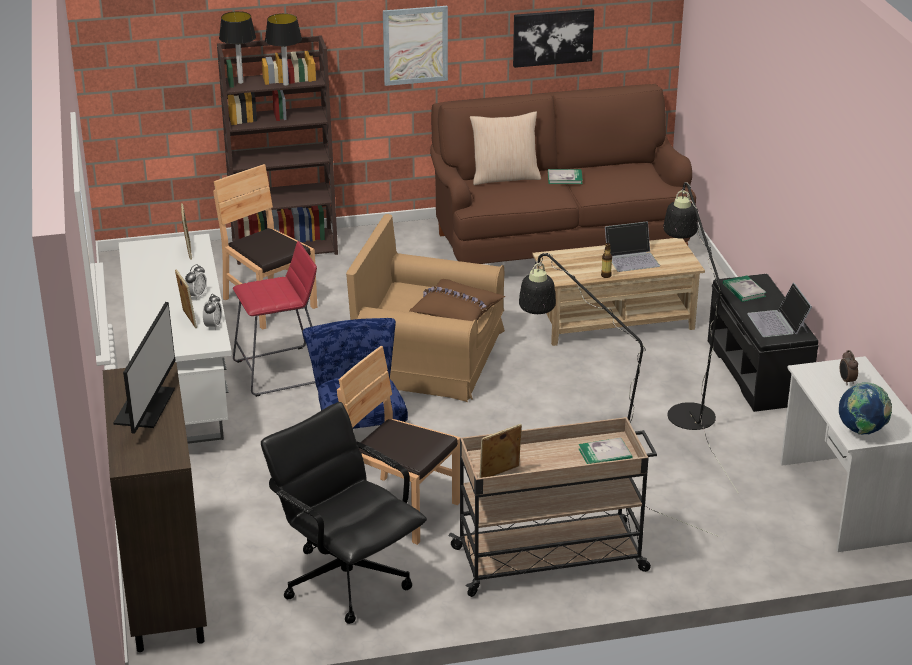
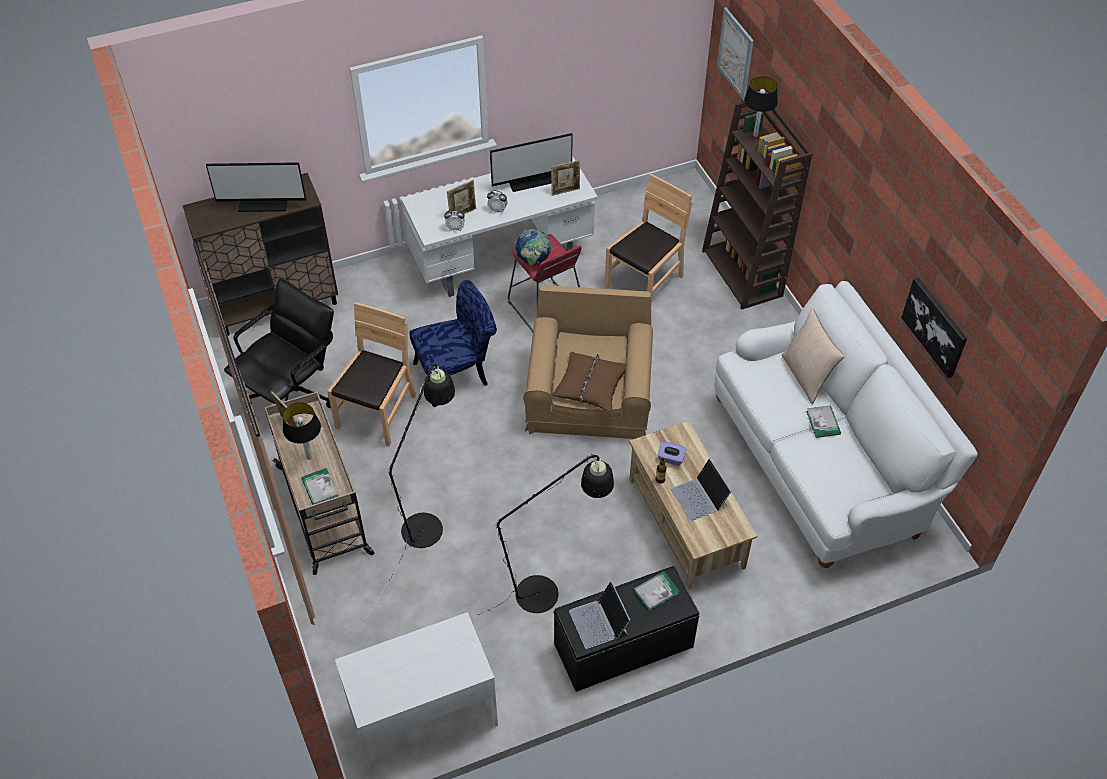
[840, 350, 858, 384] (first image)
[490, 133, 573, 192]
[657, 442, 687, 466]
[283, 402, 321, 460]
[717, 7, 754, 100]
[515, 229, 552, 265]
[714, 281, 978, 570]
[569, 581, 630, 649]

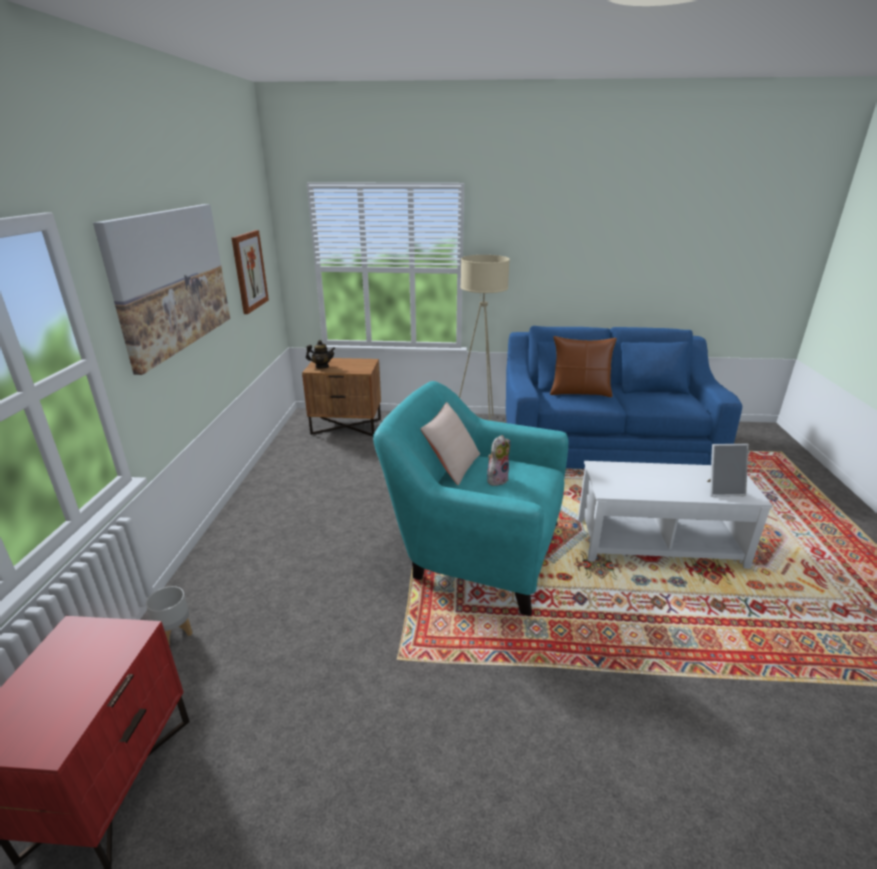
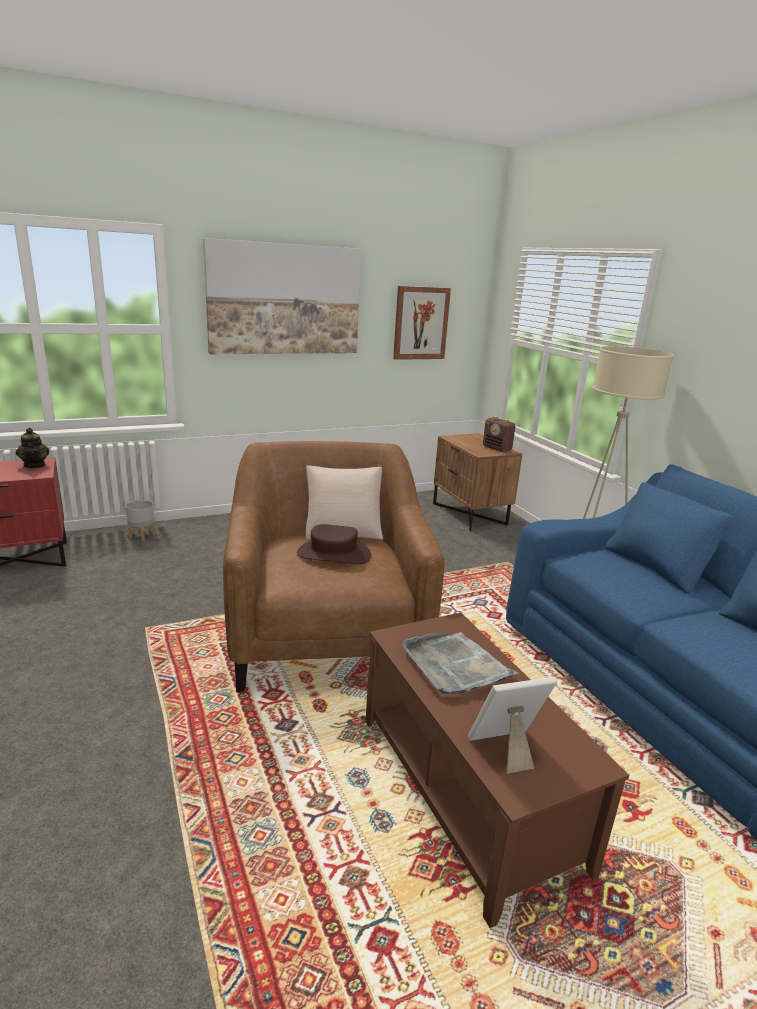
[550, 336, 617, 397] (first image)
[402, 632, 519, 694]
[483, 416, 515, 452]
[16, 428, 49, 468]
[297, 524, 371, 564]
[223, 441, 444, 692]
[366, 613, 629, 928]
[468, 677, 557, 774]

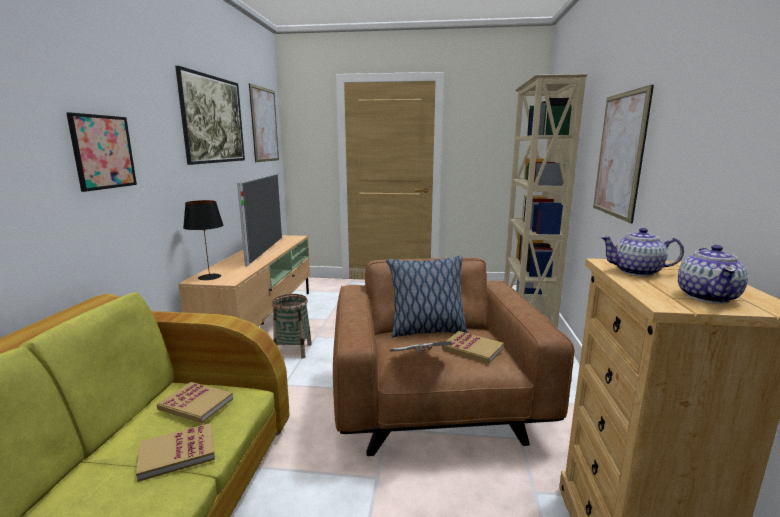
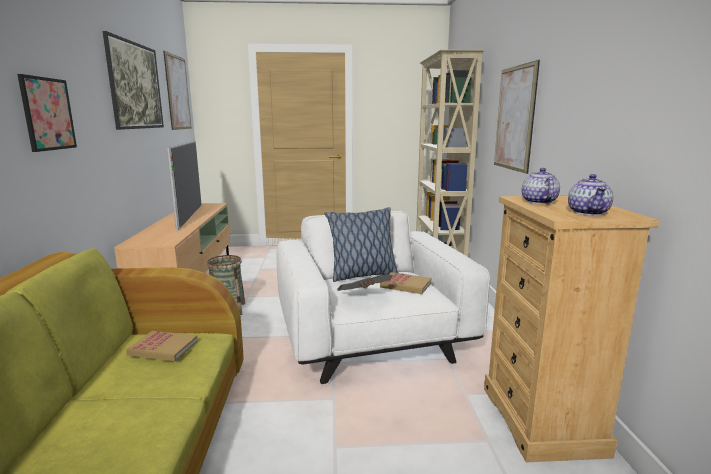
[136, 423, 215, 482] (first image)
[183, 200, 224, 280] (first image)
[277, 211, 490, 384]
[522, 168, 560, 204]

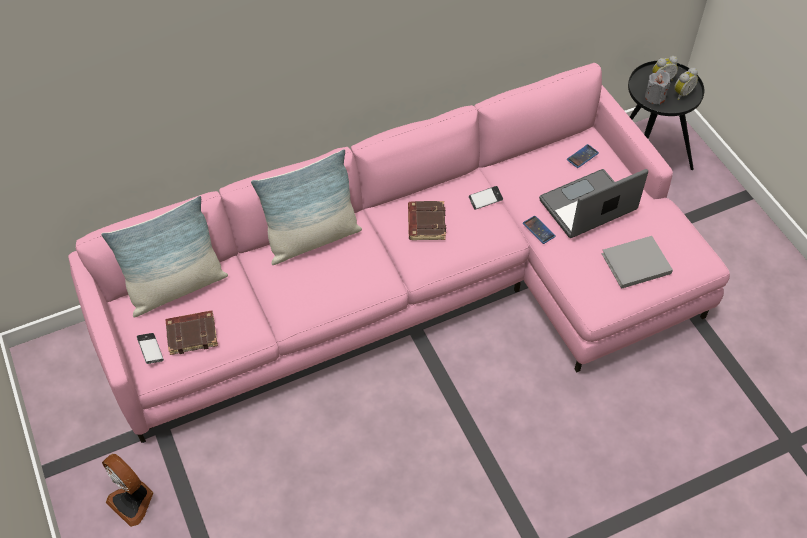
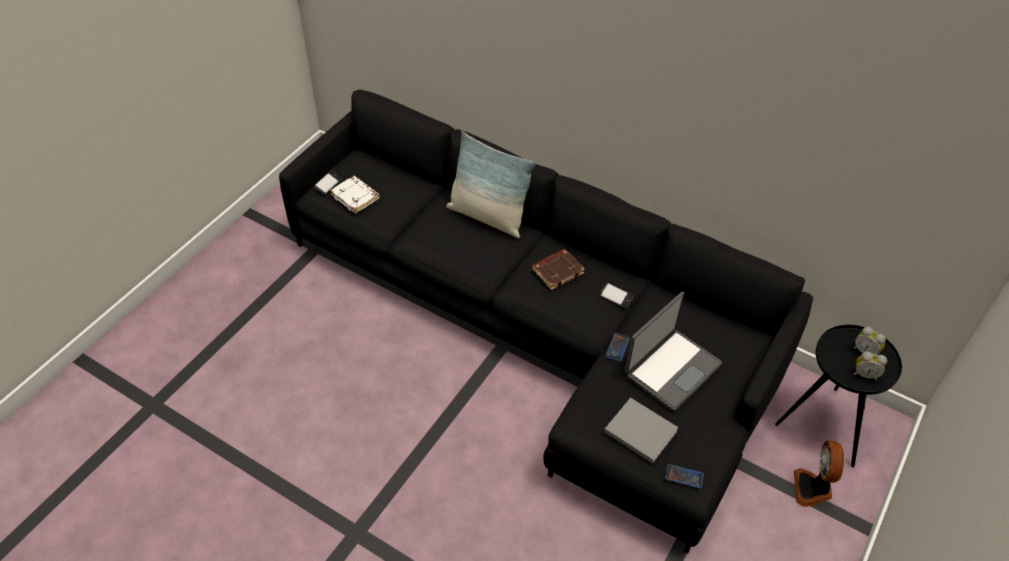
[101, 196, 228, 317] (first image)
[645, 70, 670, 104] (first image)
[794, 441, 844, 507]
[665, 464, 704, 489]
[279, 90, 813, 553]
[330, 176, 379, 214]
[625, 292, 722, 411]

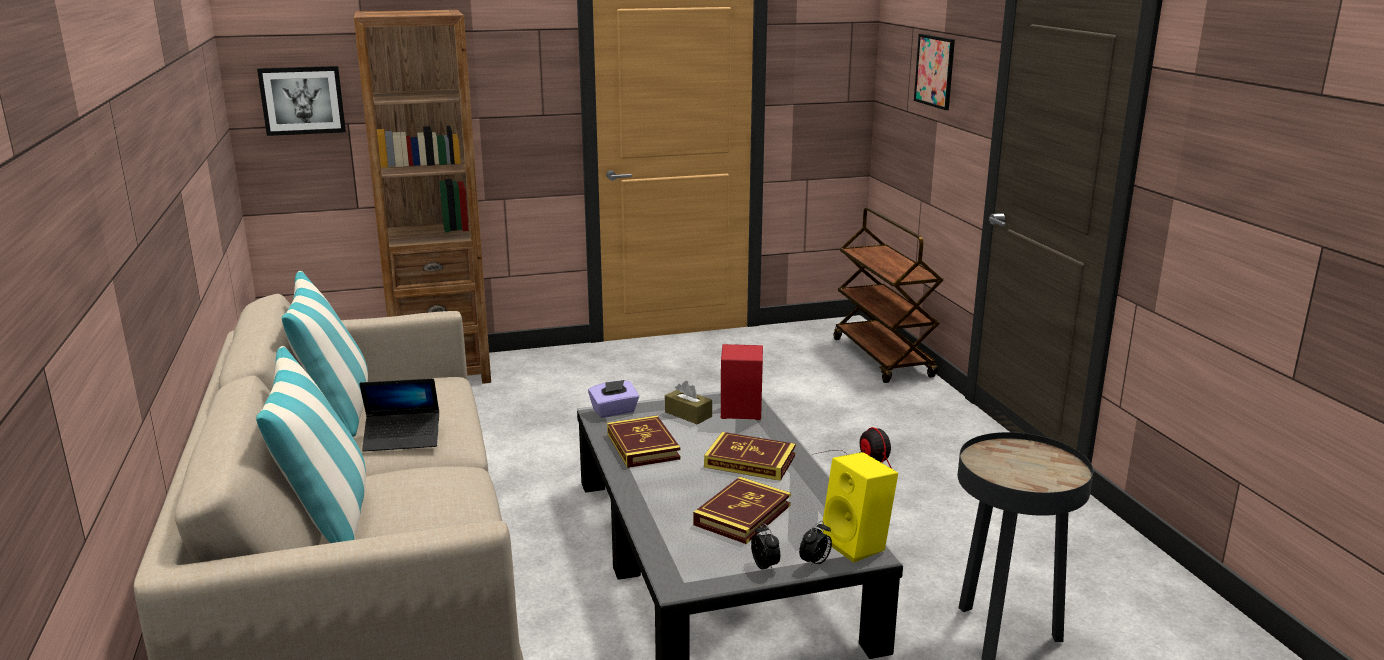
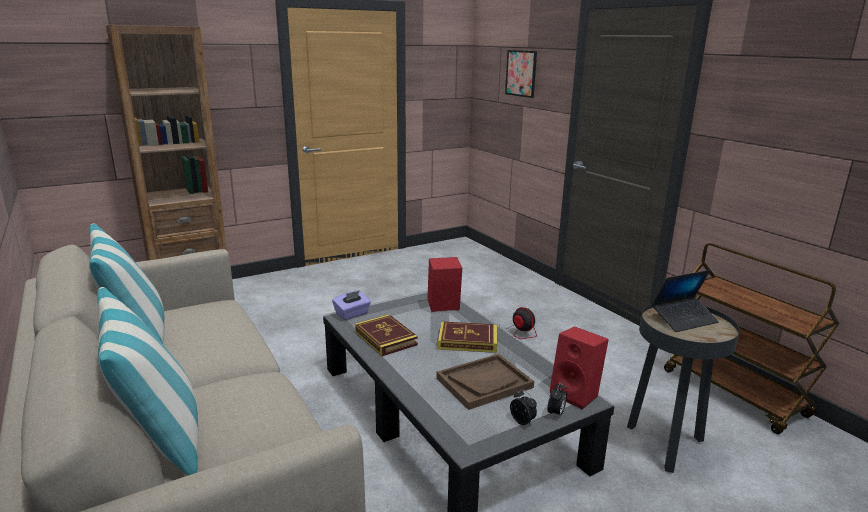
[257, 66, 346, 136] (first image)
[665, 381, 712, 424] (first image)
[652, 270, 719, 332]
[664, 243, 840, 434]
[436, 354, 534, 410]
[550, 326, 609, 409]

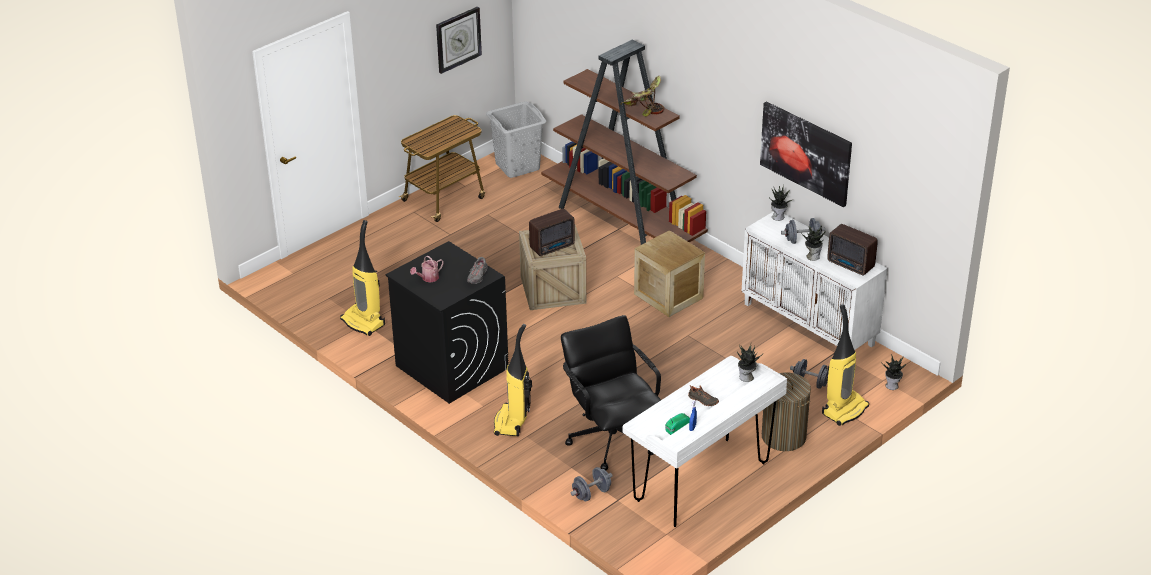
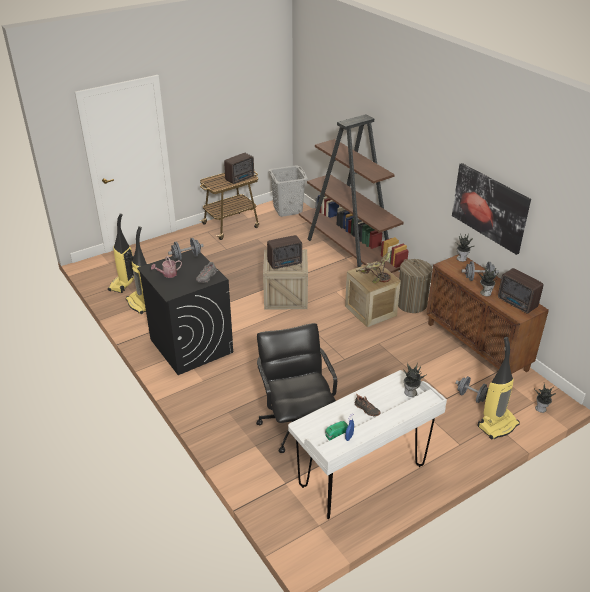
[436, 7, 482, 74] (first image)
[224, 153, 254, 184]
[108, 213, 134, 293]
[168, 238, 204, 261]
[356, 252, 391, 284]
[398, 259, 432, 313]
[427, 254, 549, 374]

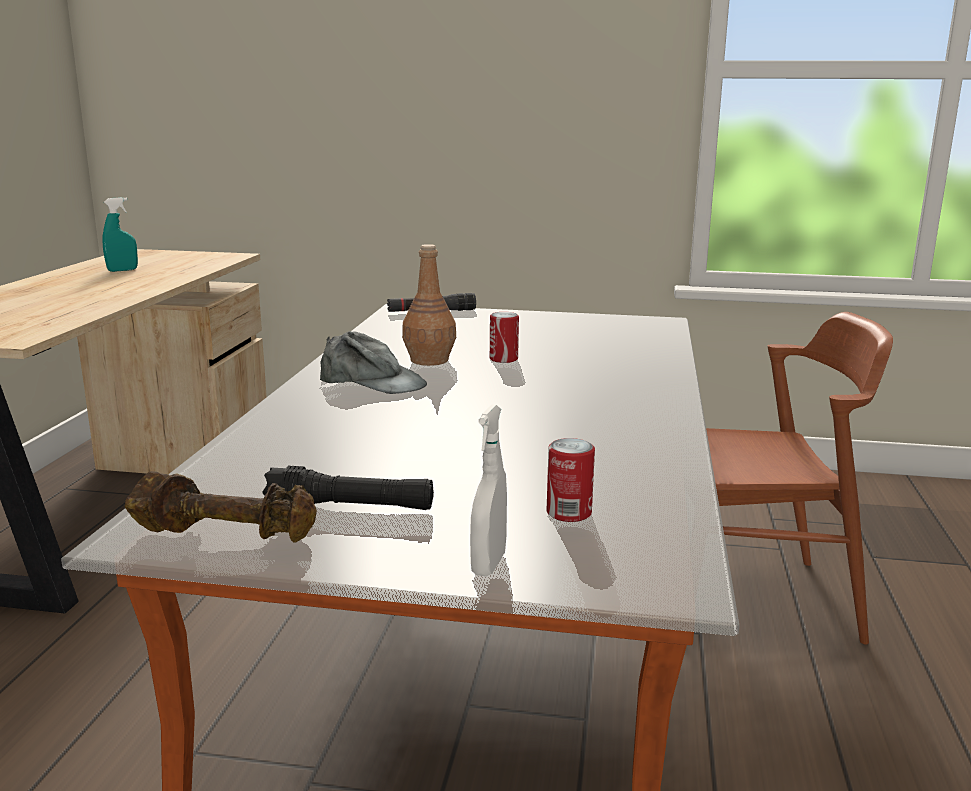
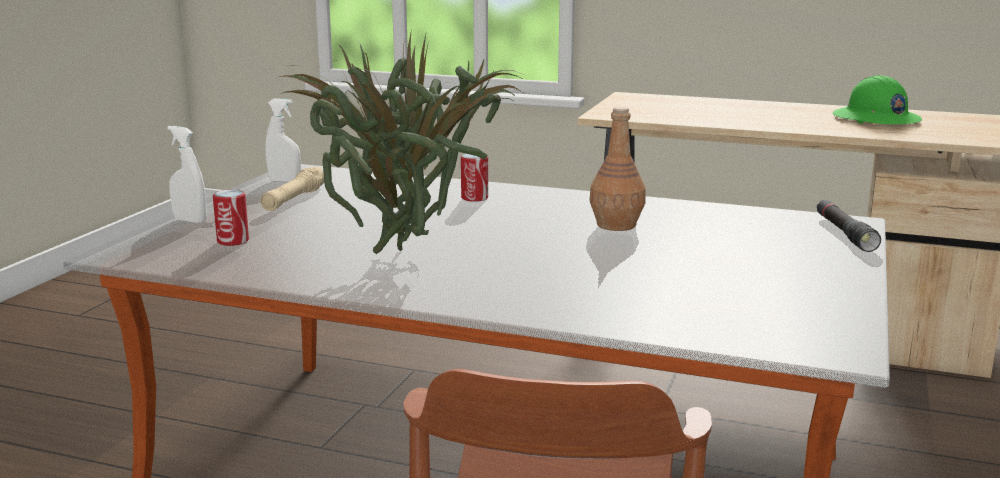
[320, 331, 427, 394] (first image)
[280, 28, 524, 254]
[461, 154, 488, 202]
[833, 75, 922, 124]
[265, 98, 301, 183]
[260, 167, 324, 211]

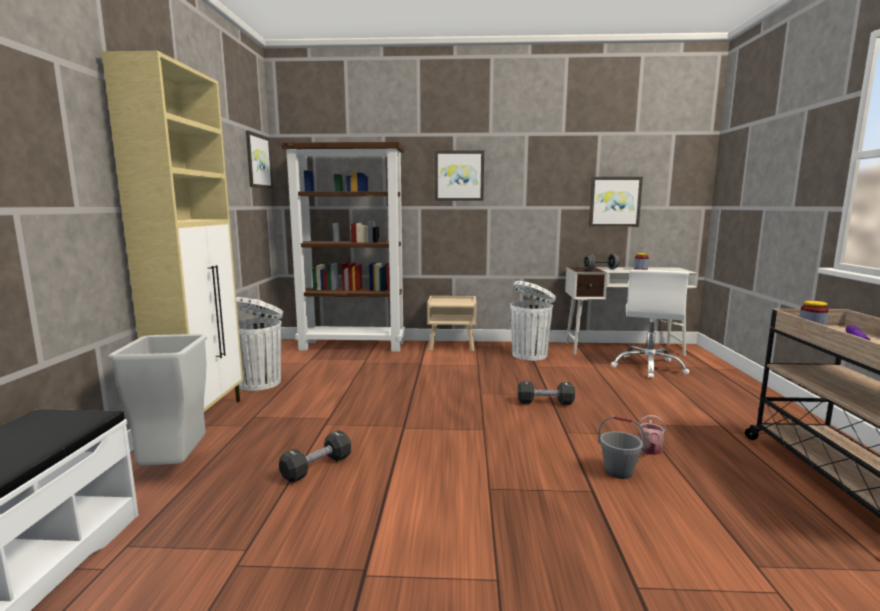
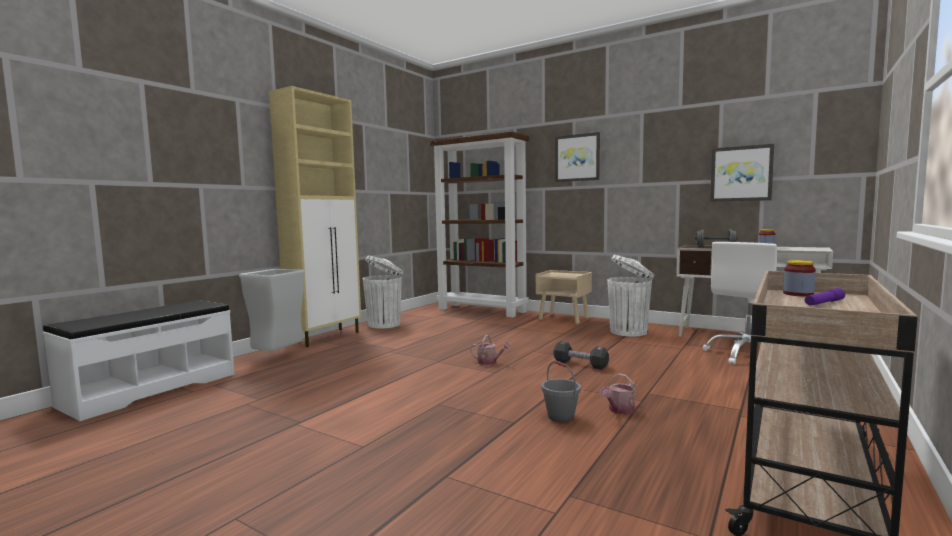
[246, 131, 273, 189] (first image)
[279, 430, 351, 483] (first image)
[470, 335, 511, 365]

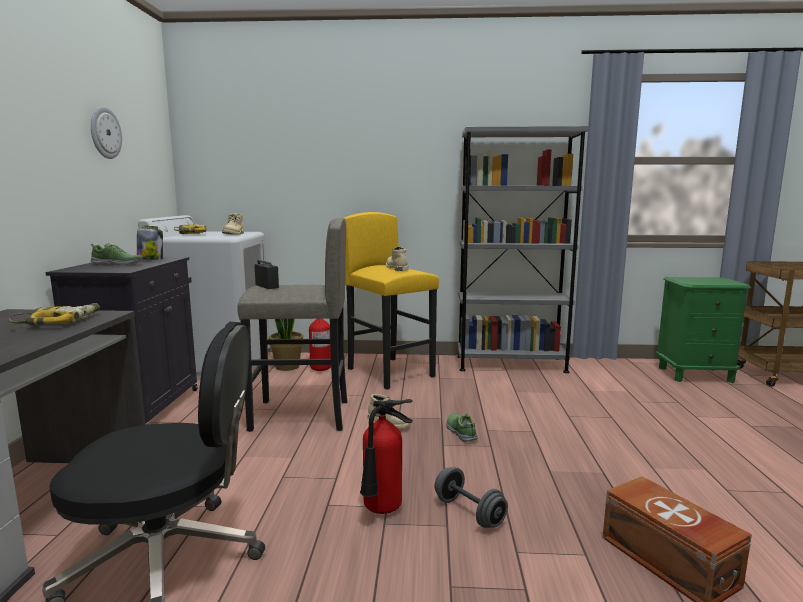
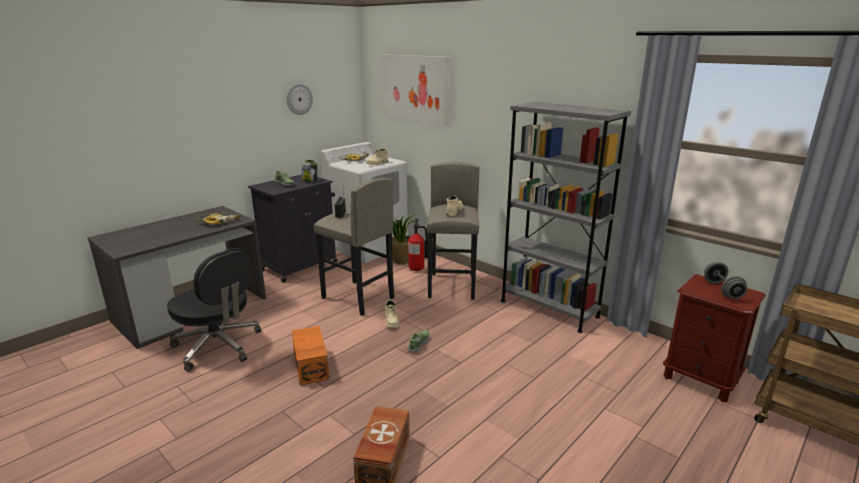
[381, 55, 452, 125]
[704, 262, 747, 299]
[292, 326, 330, 385]
[426, 162, 479, 300]
[663, 274, 766, 402]

